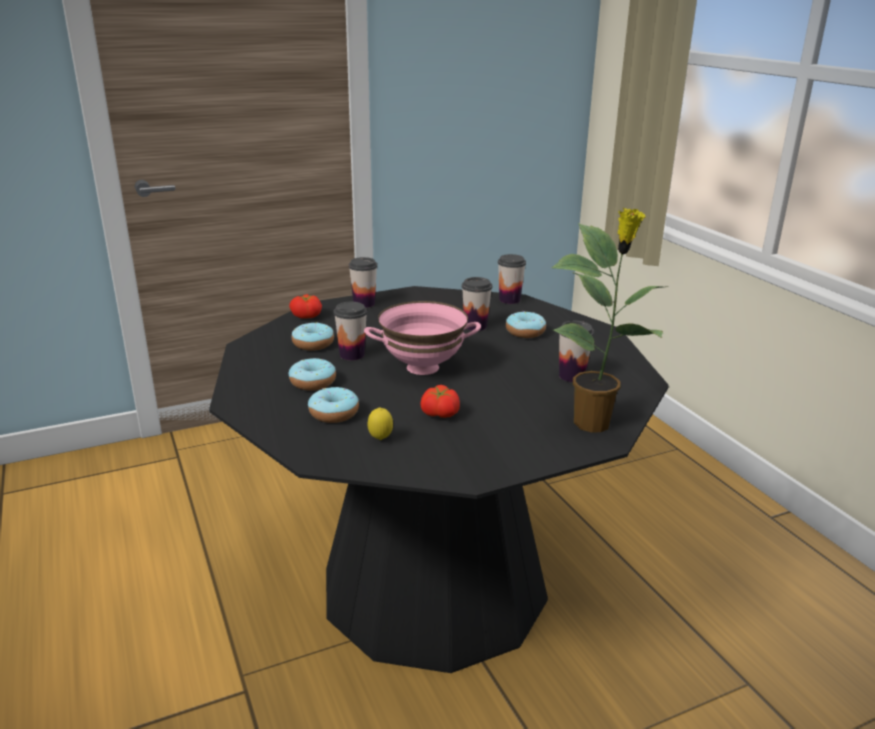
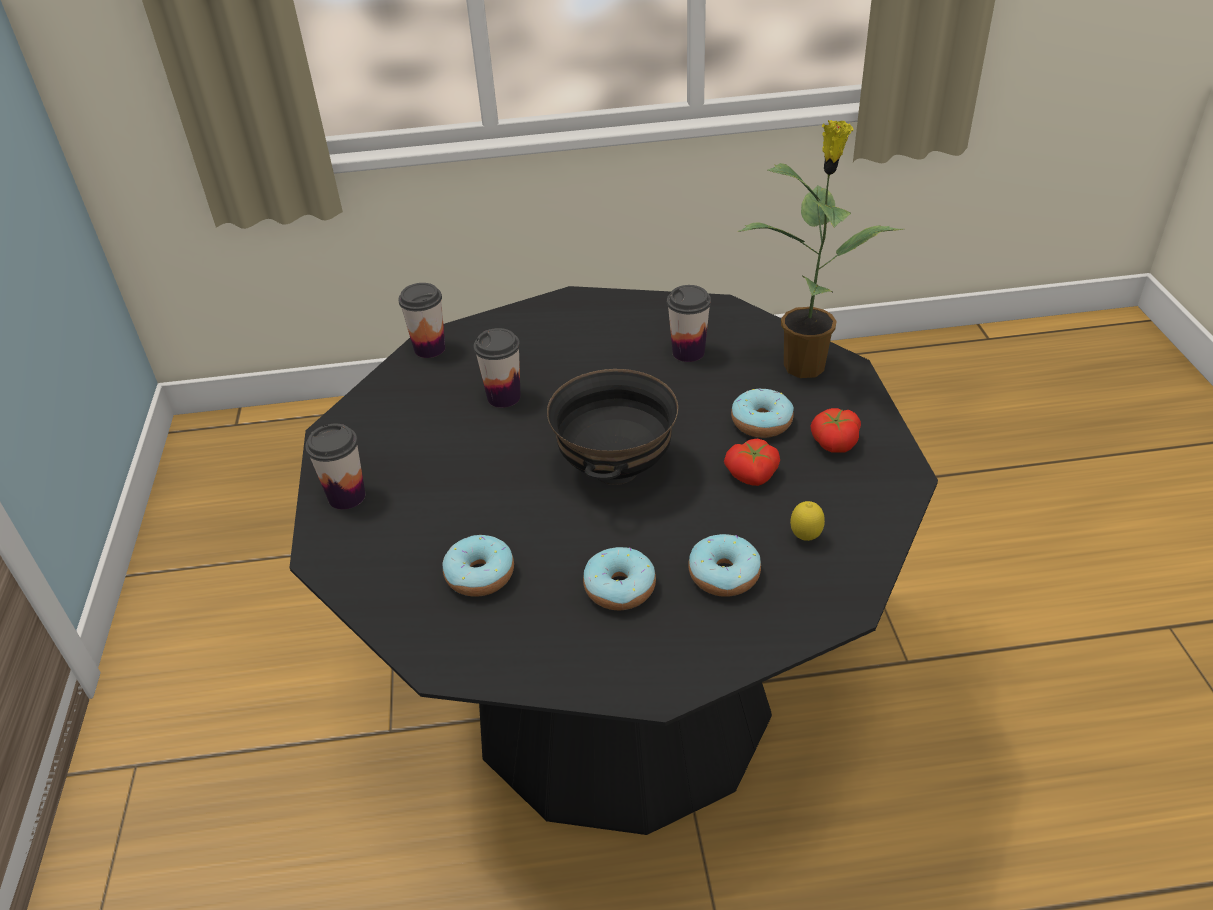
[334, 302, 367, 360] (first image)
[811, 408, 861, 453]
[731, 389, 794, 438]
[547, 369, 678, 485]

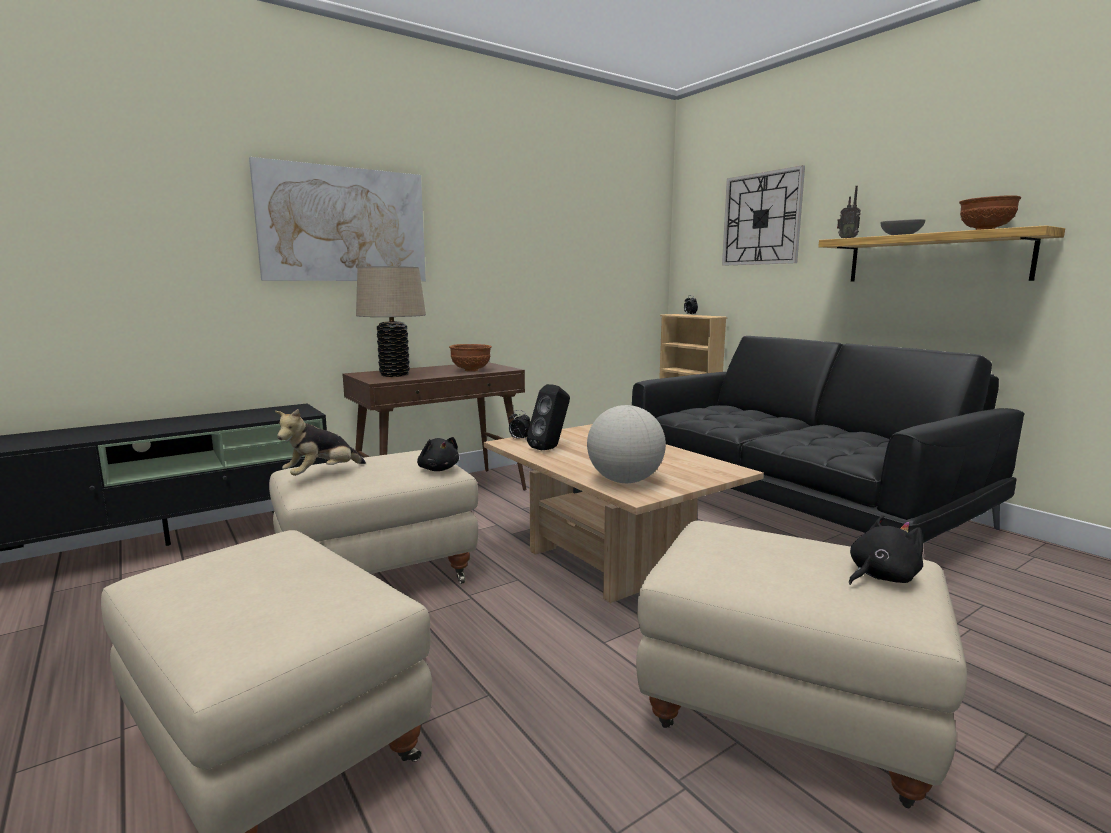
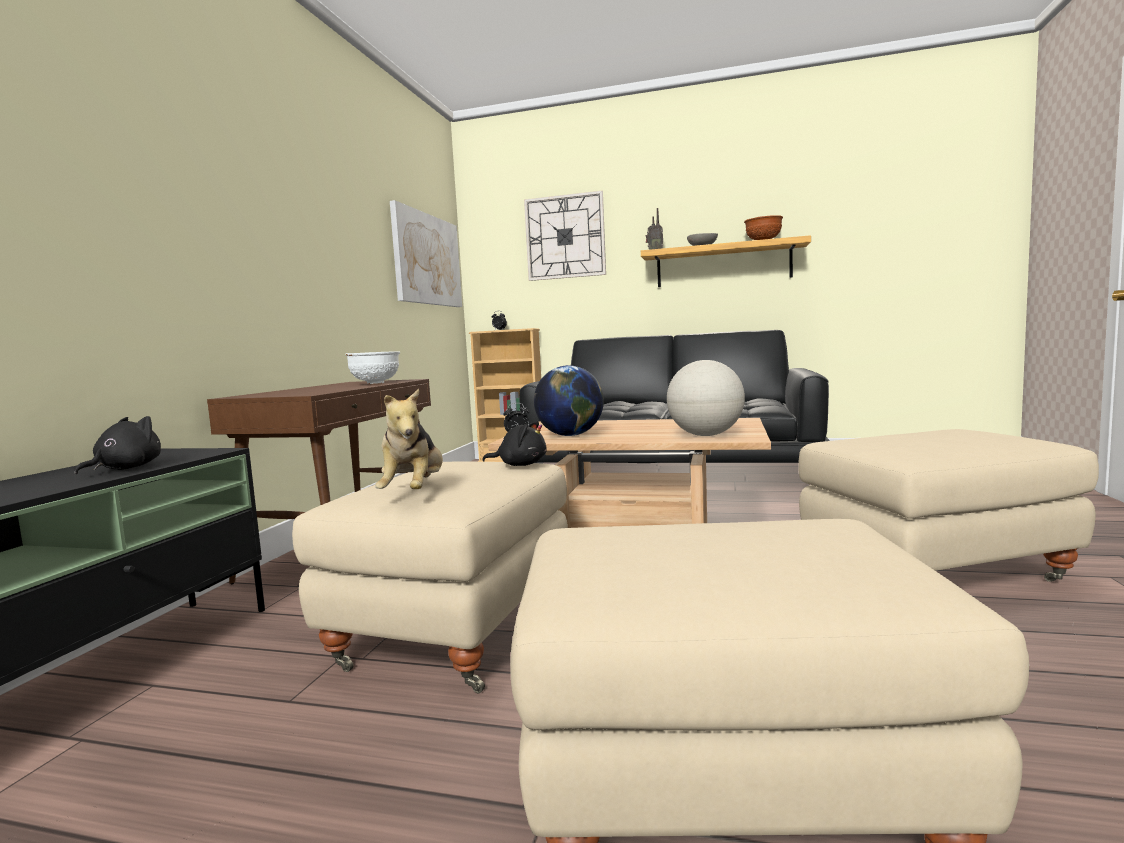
[356, 266, 426, 377] (first image)
[390, 200, 462, 307]
[74, 416, 161, 474]
[534, 365, 604, 436]
[345, 351, 400, 384]

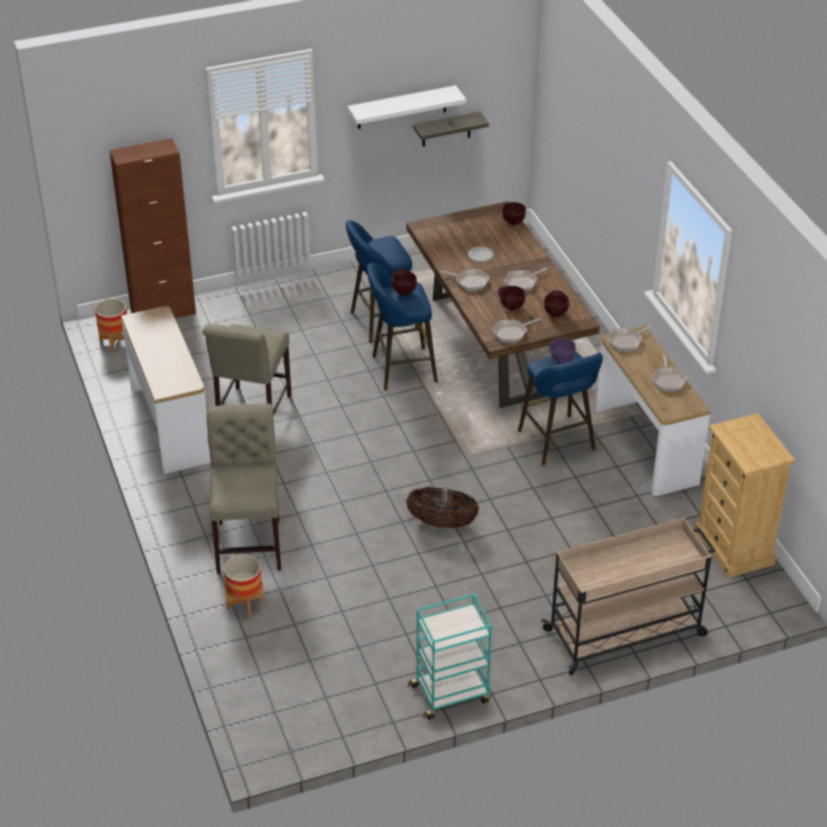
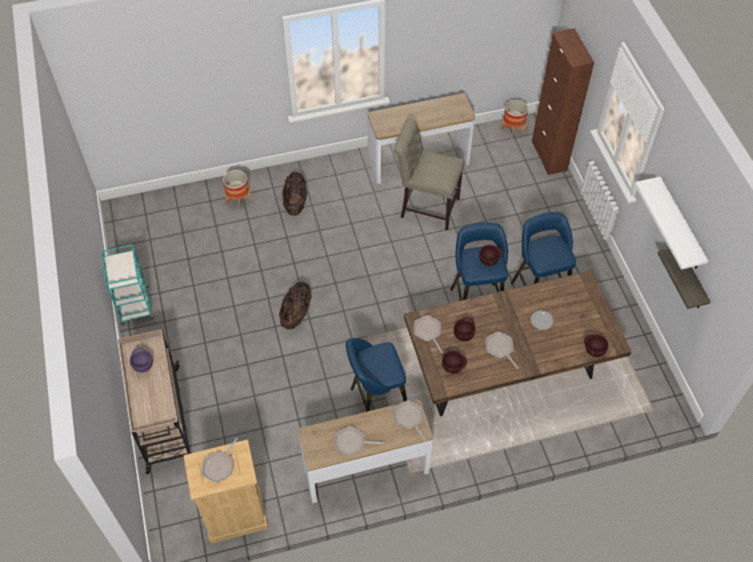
[202, 438, 238, 483]
[130, 347, 153, 372]
[282, 172, 307, 216]

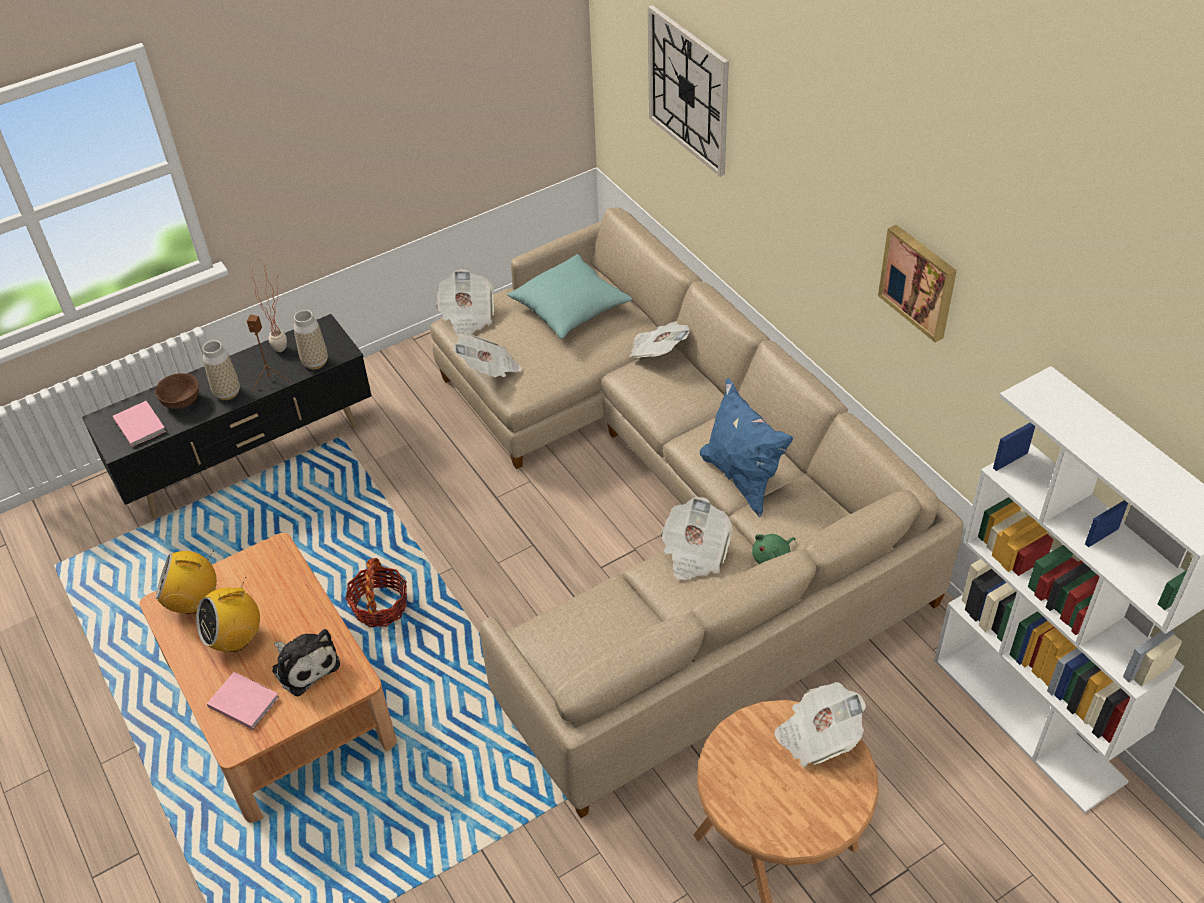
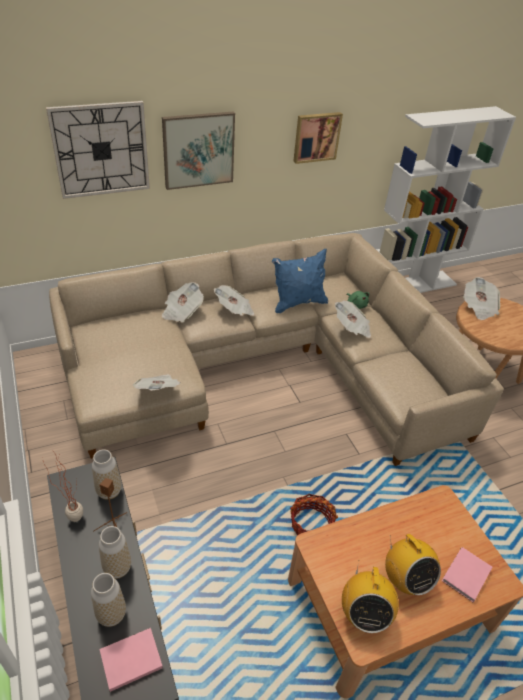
[272, 629, 340, 696] (first image)
[507, 254, 632, 339] (first image)
[162, 112, 235, 190]
[214, 285, 255, 316]
[91, 573, 126, 627]

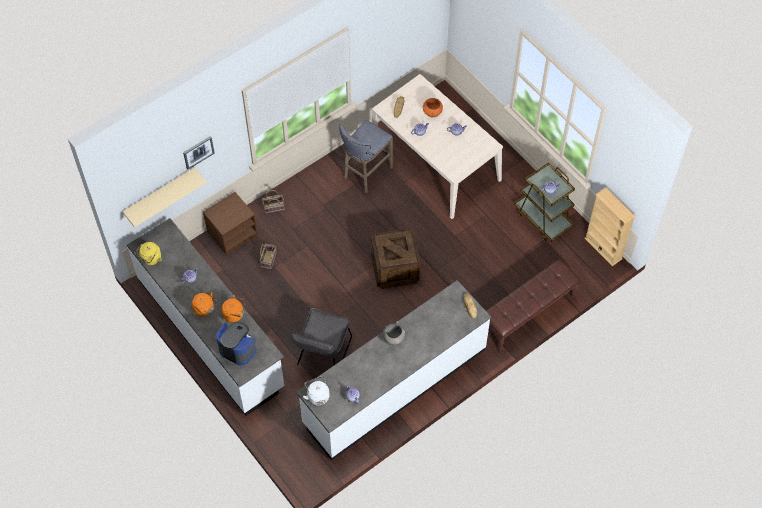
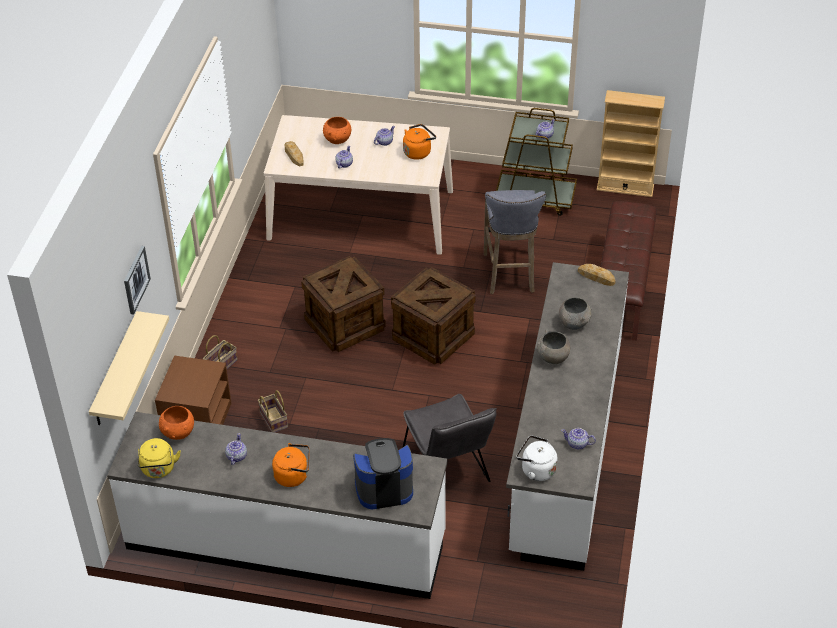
[159, 406, 194, 440]
[301, 256, 386, 352]
[559, 298, 592, 330]
[403, 124, 436, 160]
[484, 190, 546, 294]

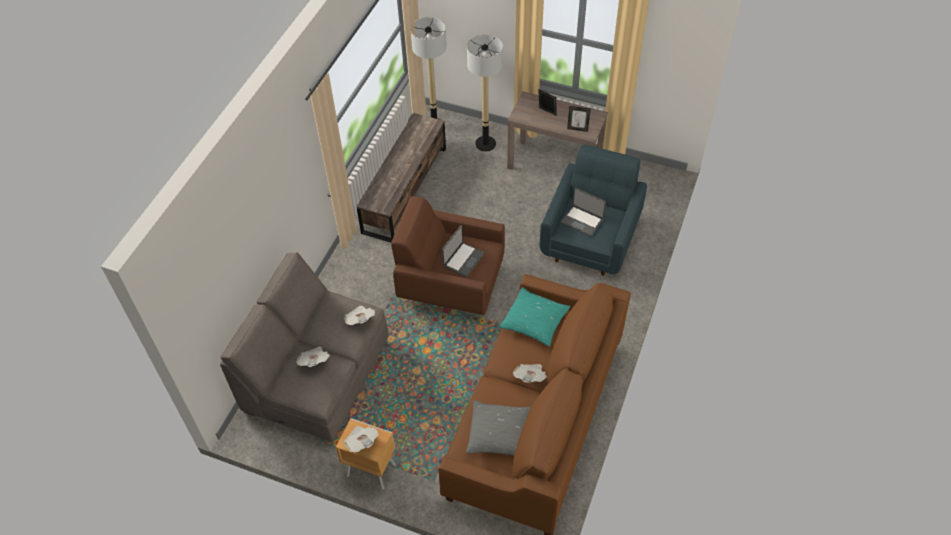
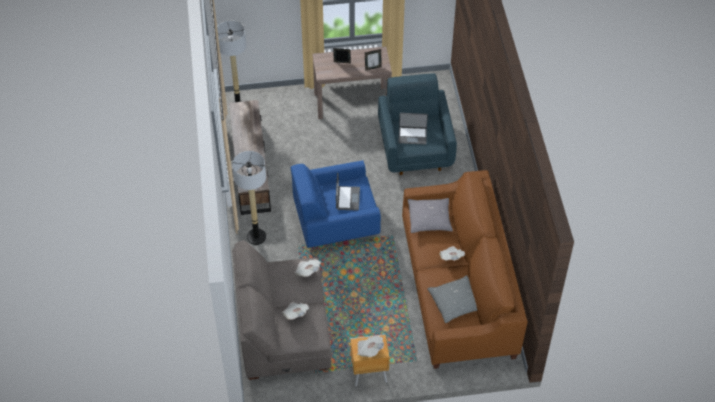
[232, 151, 266, 245]
[291, 160, 381, 248]
[408, 198, 453, 233]

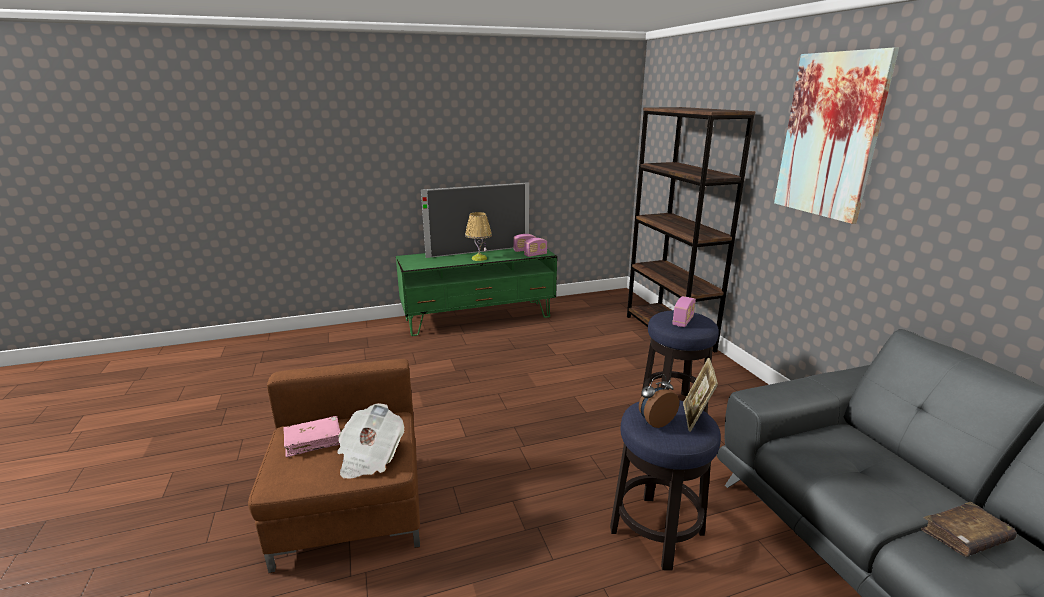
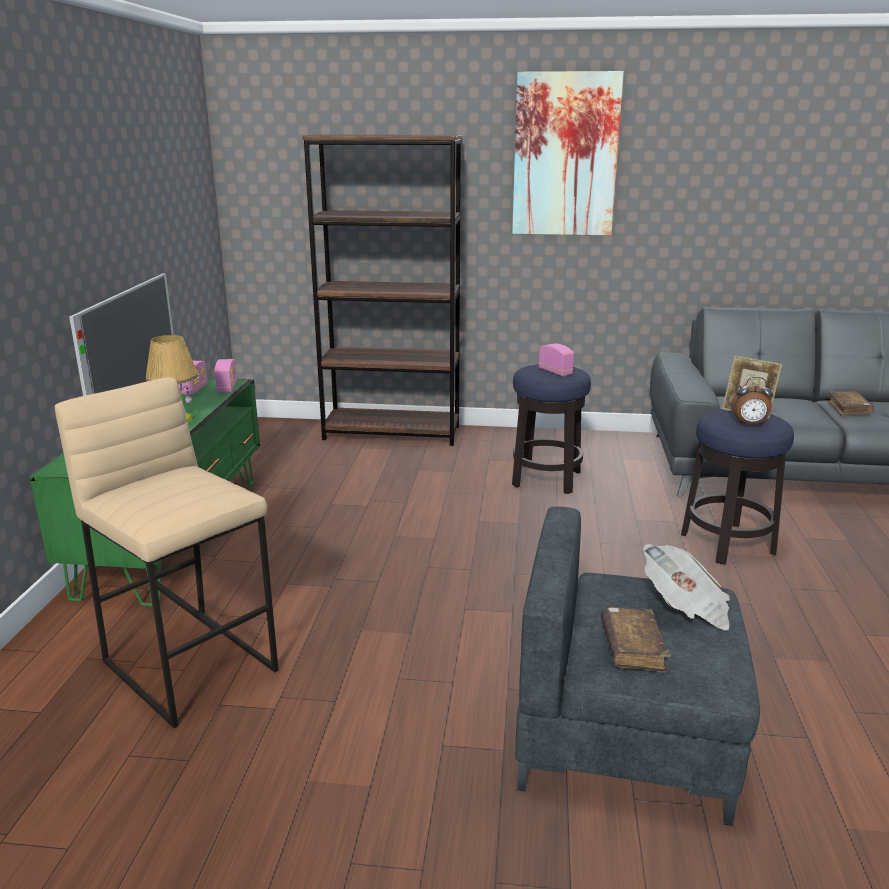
[55, 377, 278, 728]
[515, 507, 760, 826]
[601, 607, 671, 673]
[732, 377, 773, 426]

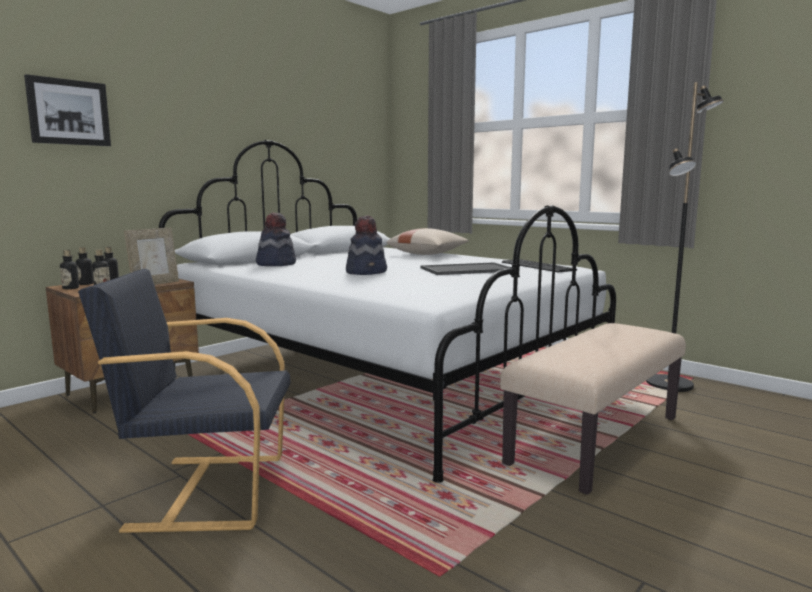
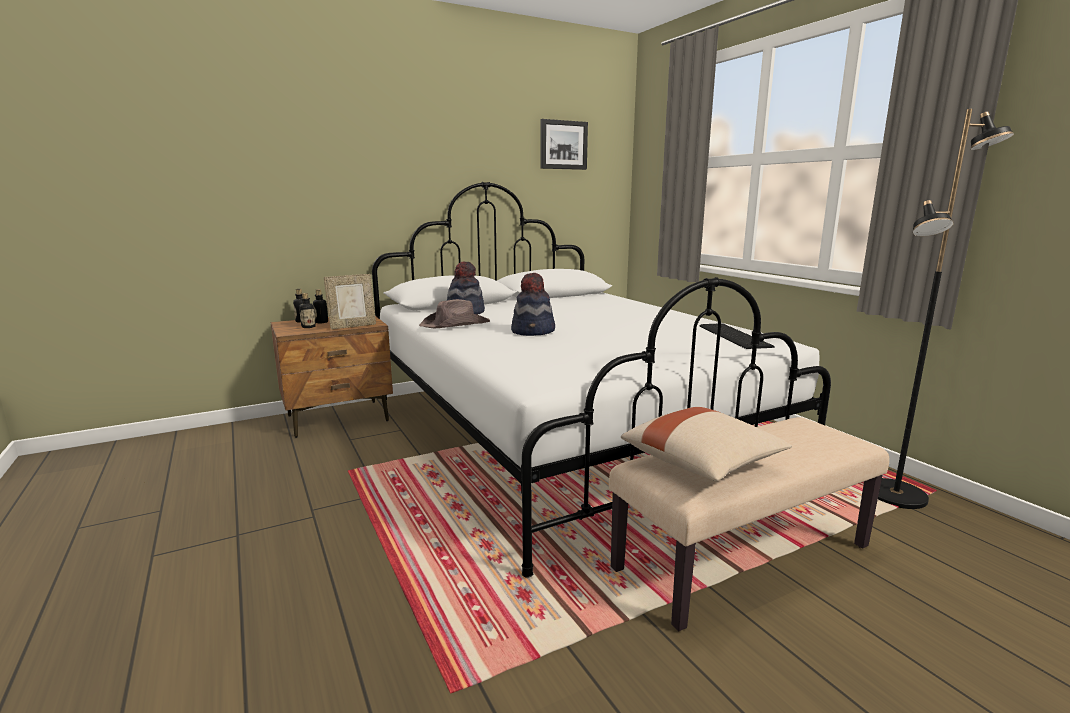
[60, 250, 79, 289] (first image)
[78, 268, 291, 533] (first image)
[421, 262, 510, 275] (first image)
[419, 299, 490, 328]
[540, 119, 588, 170]
[621, 407, 792, 481]

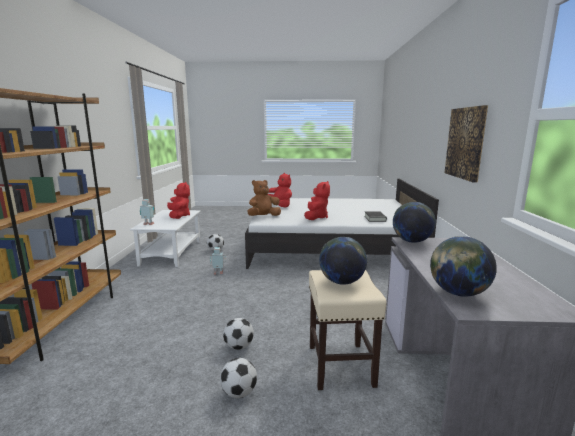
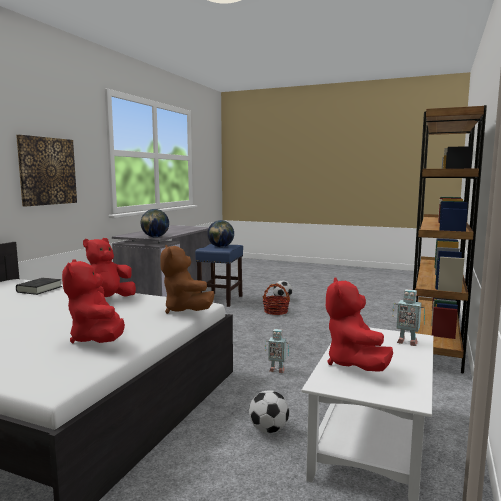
[430, 236, 497, 297] (first image)
[263, 283, 290, 315]
[195, 244, 243, 307]
[160, 245, 214, 314]

